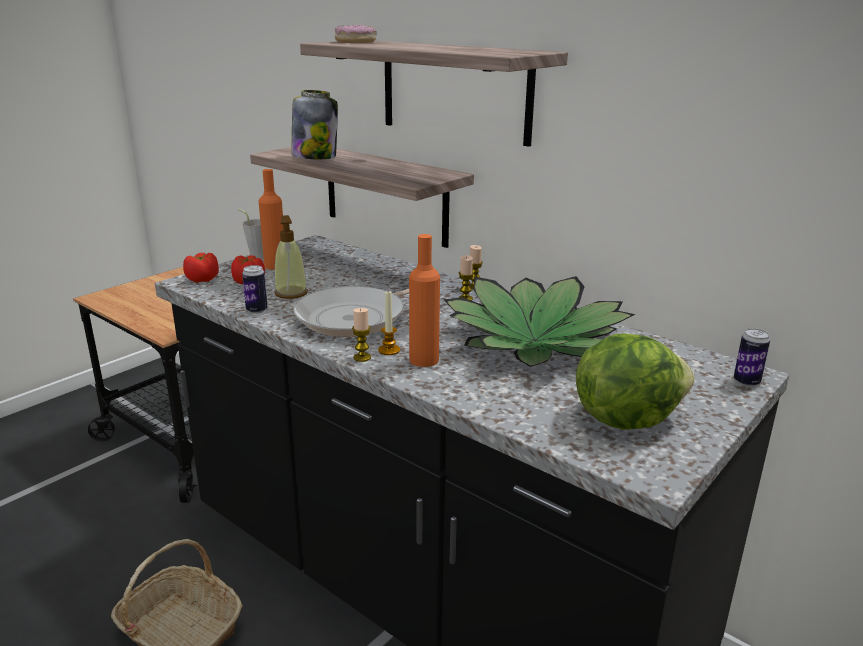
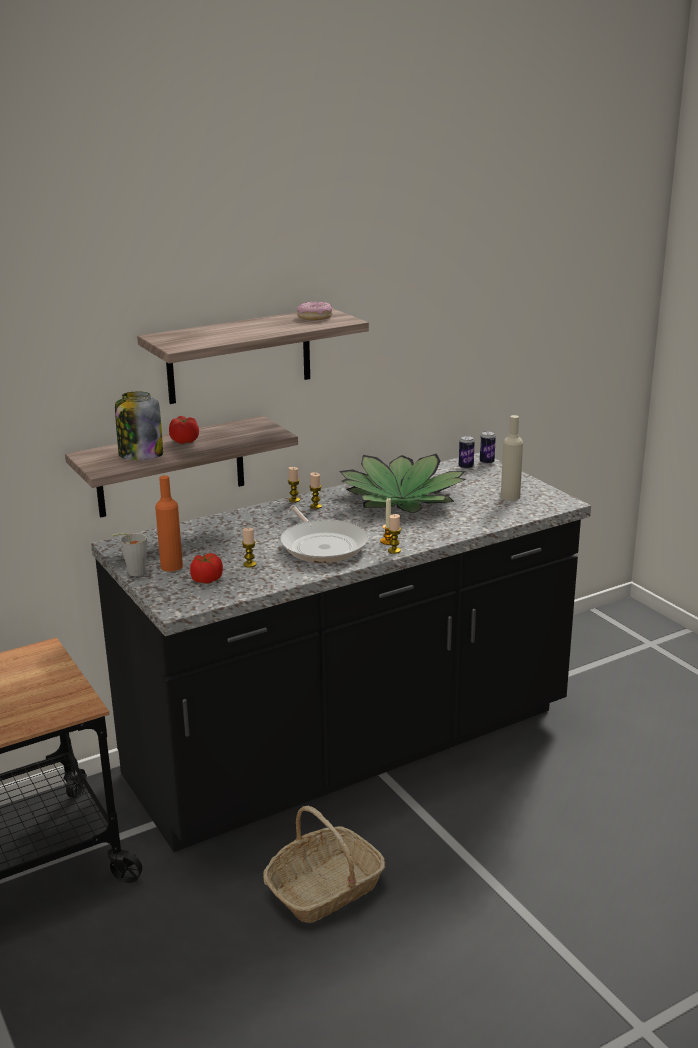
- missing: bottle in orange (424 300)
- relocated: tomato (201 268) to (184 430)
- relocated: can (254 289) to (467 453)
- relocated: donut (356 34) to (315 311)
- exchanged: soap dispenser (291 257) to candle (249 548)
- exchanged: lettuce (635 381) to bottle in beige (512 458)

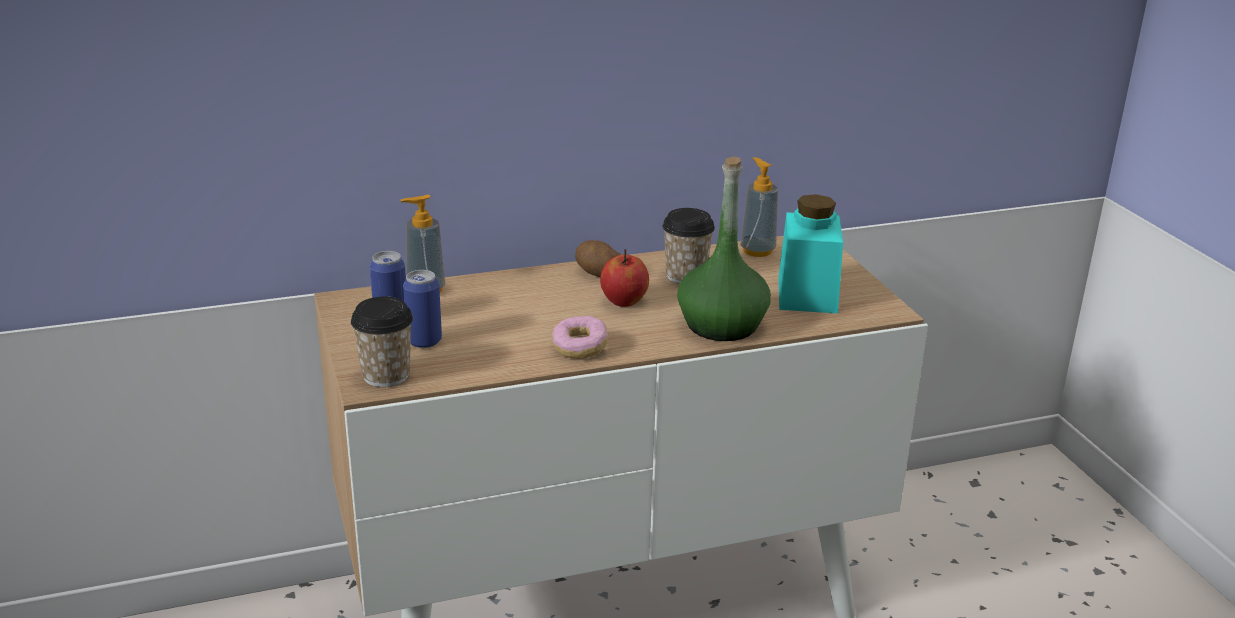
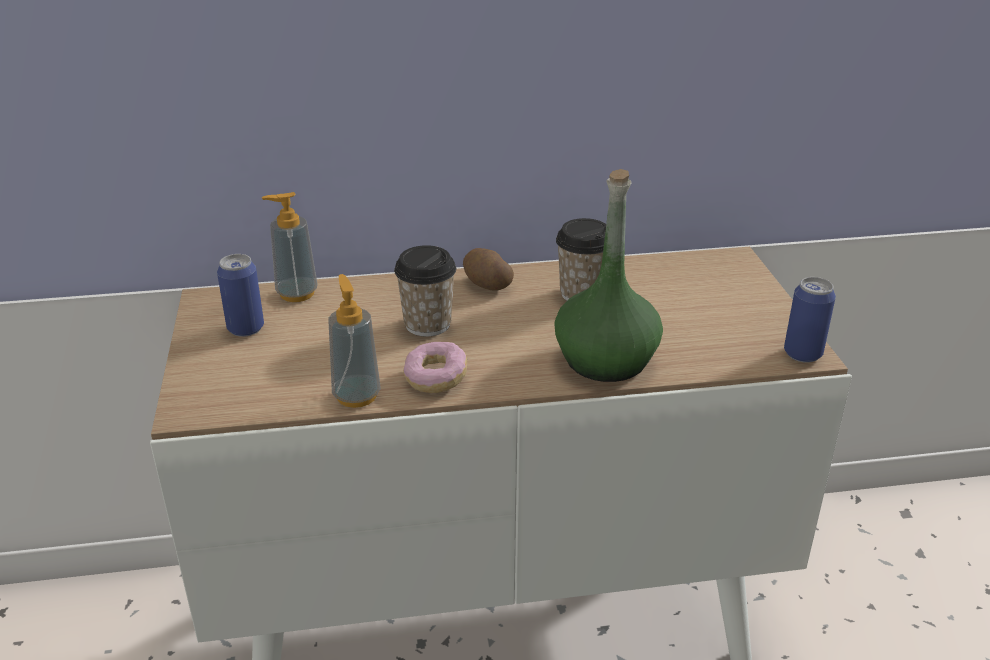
- missing: apple (624 278)
- missing: jar in turquoise (810 253)
- relocated: cup (382 341) to (425 291)
- relocated: can (422 309) to (810 320)
- relocated: soap dispenser (759 207) to (354 341)

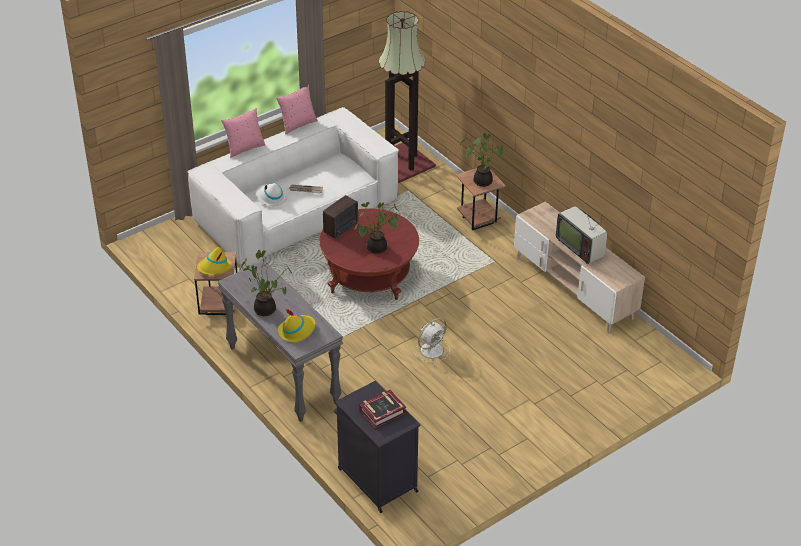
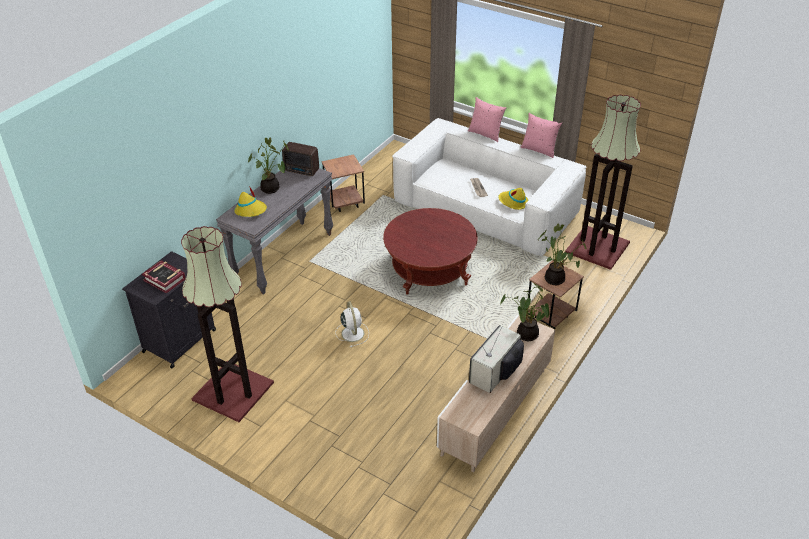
- missing: hat in white (272 194)
- appeared: floor lamp (227 324)
- relocated: hat in yellow (214 261) to (513 199)
- relocated: radio (340 217) to (300 159)
- relocated: potted plant (377 228) to (524 312)
- spun: fan in white (432 340) = (352 324) 135 degrees counterclockwise

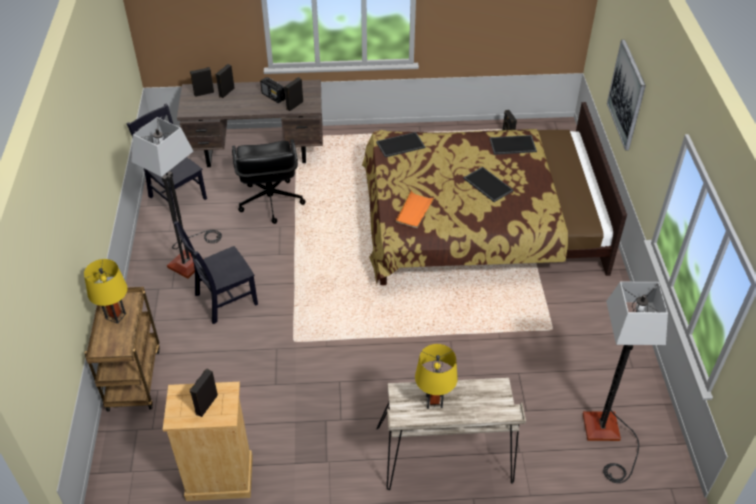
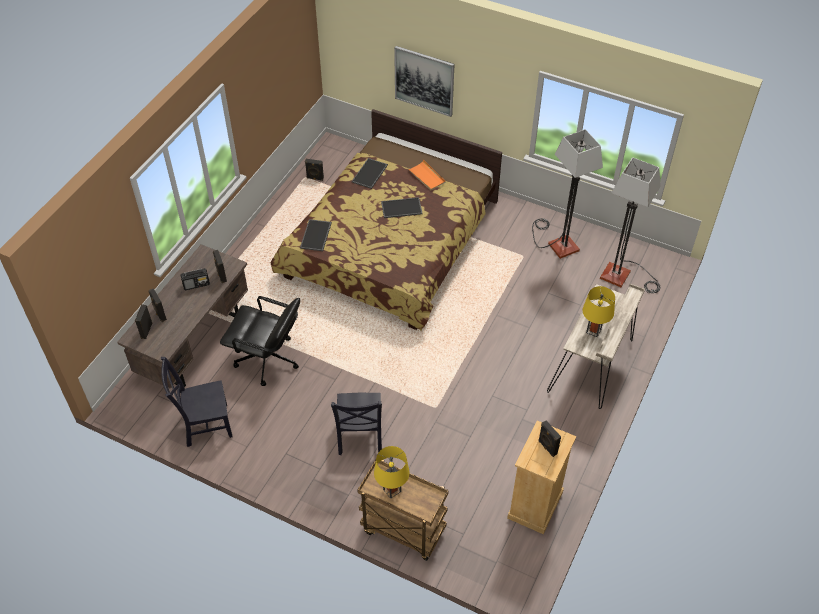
- relocated: floor lamp (176 198) to (567 194)
- relocated: tray in orange (415 209) to (426 175)

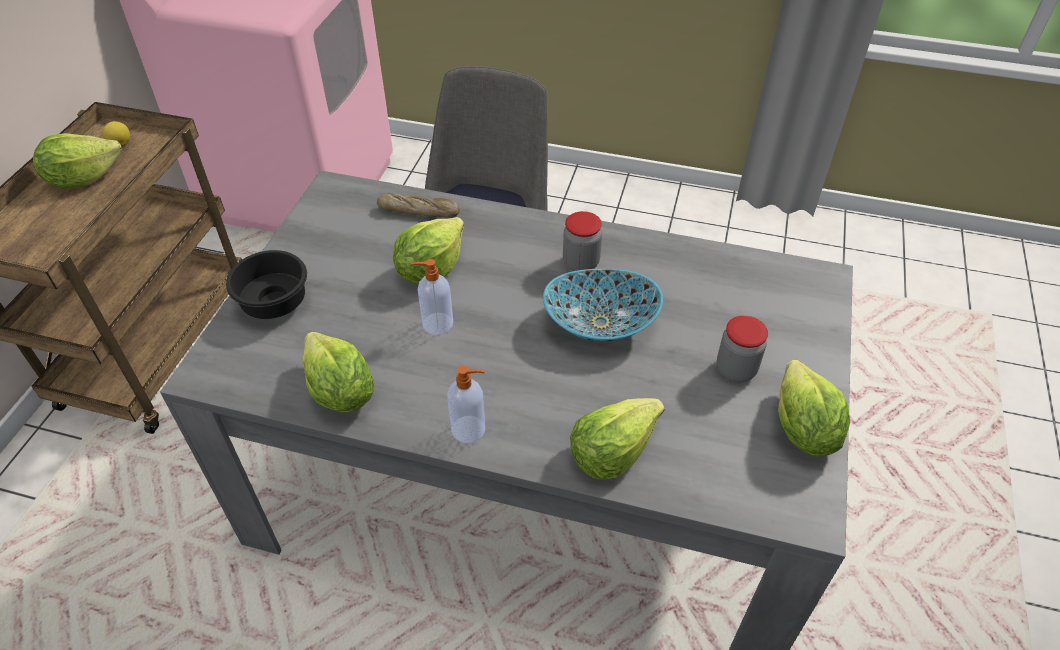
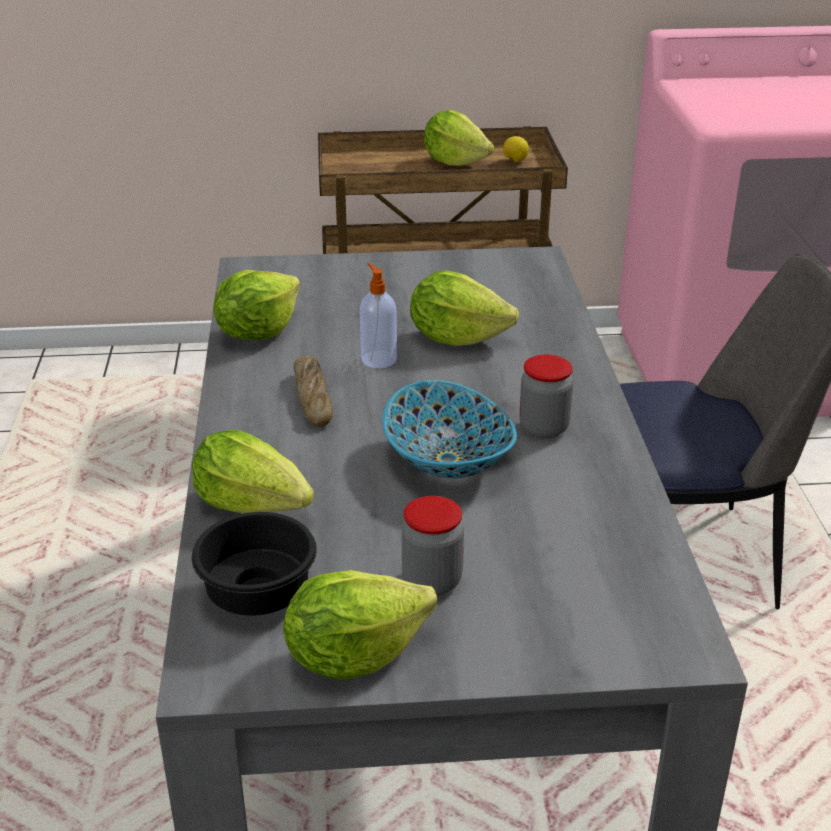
- missing: soap dispenser (466 404)
- relocated: bowl in black (266 284) to (254 564)
- relocated: bread (418 205) to (313 391)

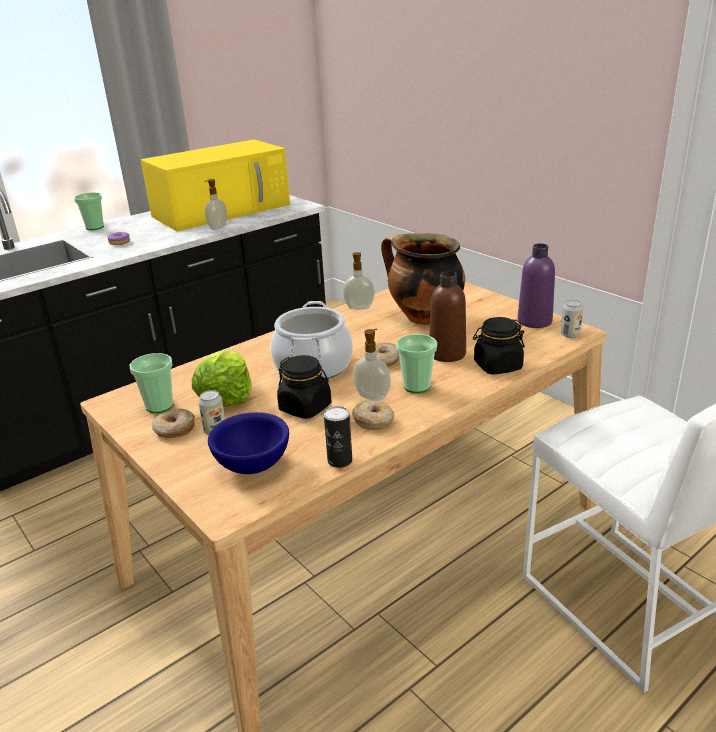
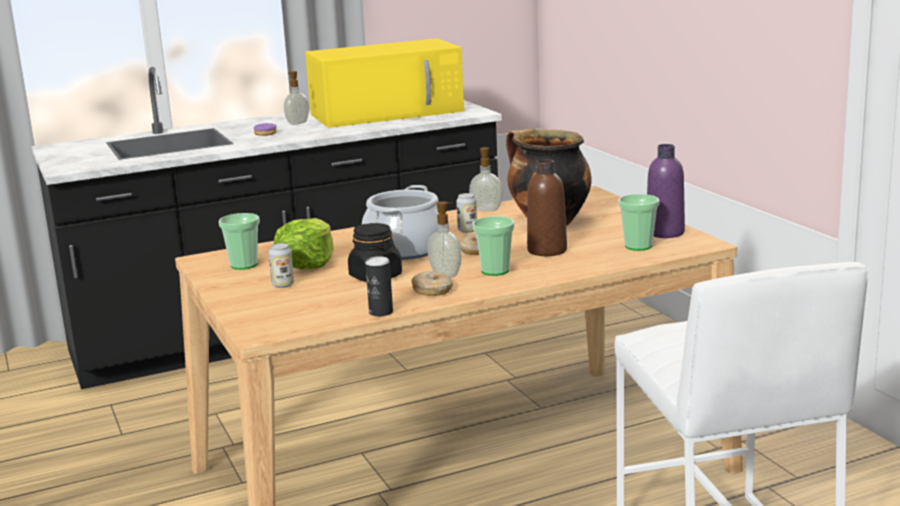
- missing: donut (173 423)
- missing: bowl in blue (248 443)
- missing: jar in black (499 346)
- relocated: cup (89 211) to (638 222)
- relocated: soap dispenser (215 204) to (296 98)
- relocated: can (572 319) to (466 213)

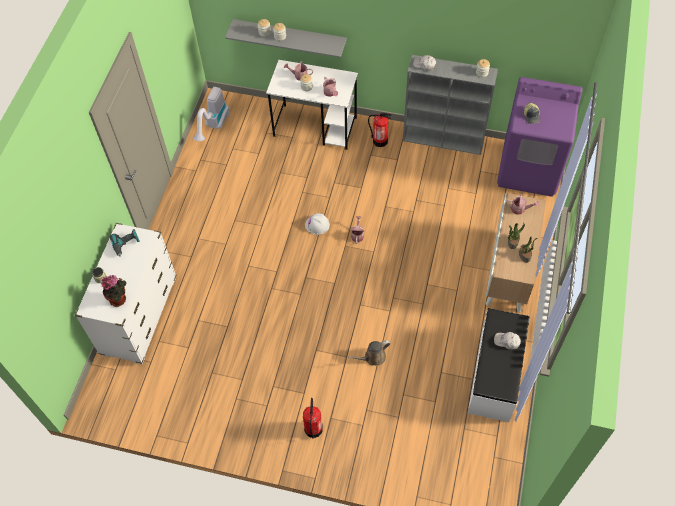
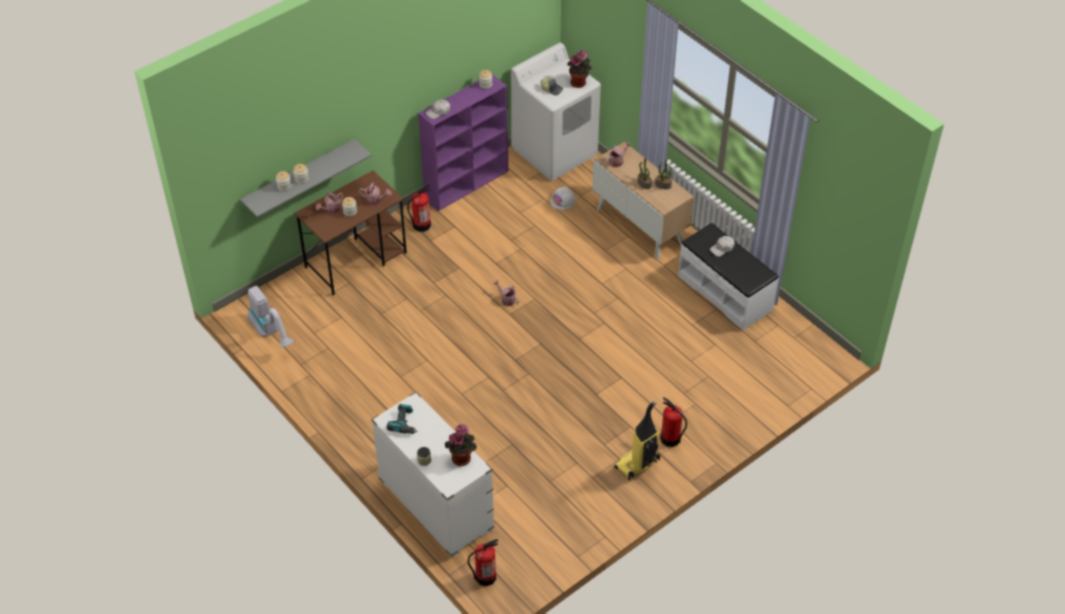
- missing: watering can in brown (369 353)
- appeared: fire extinguisher (483 562)
- appeared: potted plant (579 69)
- appeared: vacuum cleaner (637 440)
- relocated: hard hat in white (317 224) to (563 198)
- colour: desk in white (312 105) to desk in brown (350 233)
- colour: bookcase in grey (450 105) to bookcase in purple (463 142)
- colour: washing machine in purple (540 137) to washing machine in white (556 112)

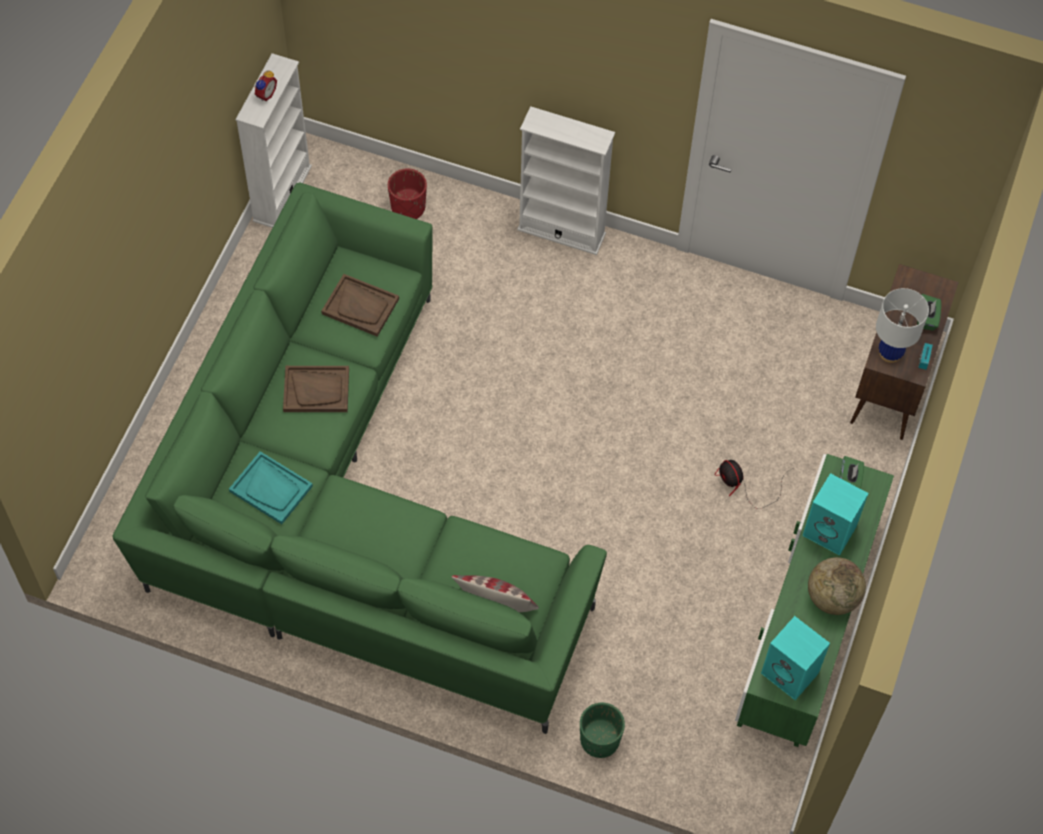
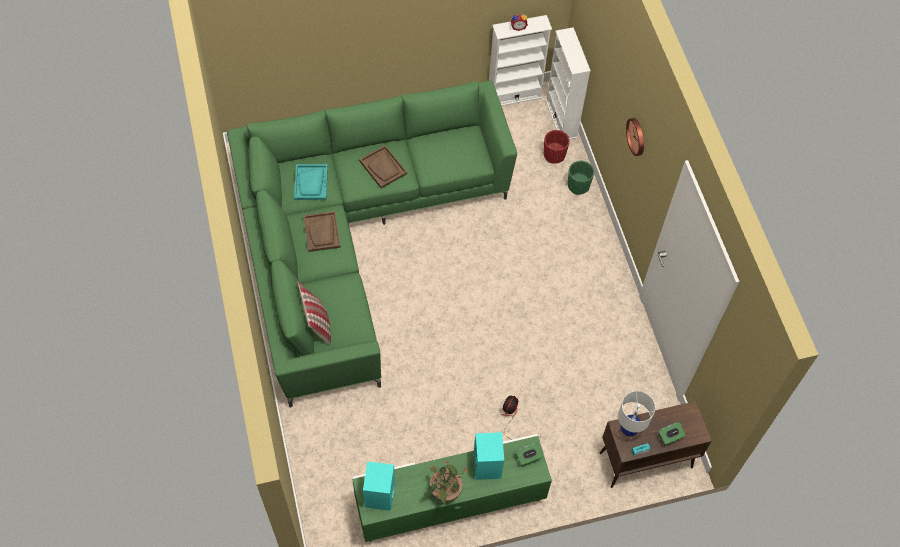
- appeared: wall clock (635 137)
- relocated: tray in brown (360 305) to (322 231)
- relocated: bookcase in white (566 180) to (568 83)
- relocated: planter in green (602 730) to (581 177)
- exchanged: globe (837 586) to potted plant (445 482)

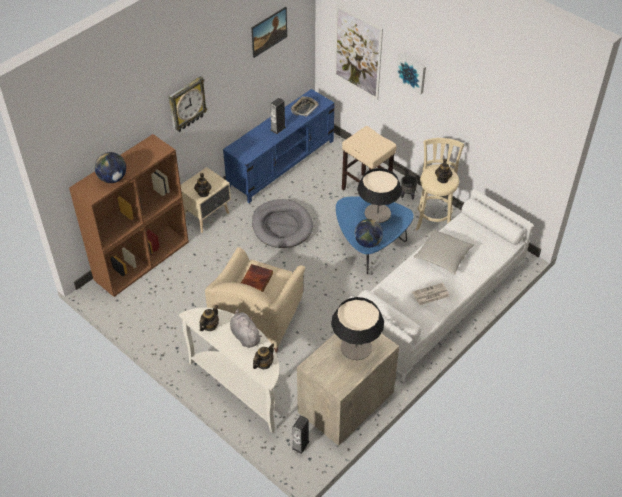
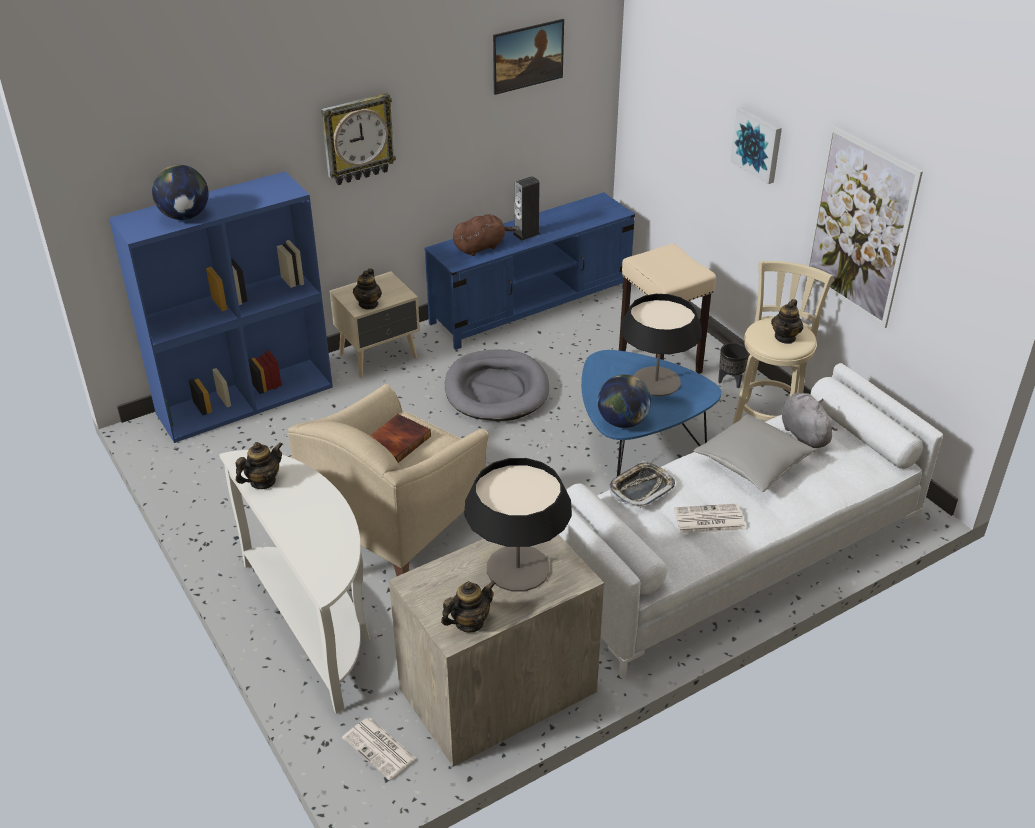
- appeared: plush toy in brown (485 235)
- relocated: plush toy in grey (246 328) to (810 420)
- relocated: teapot (263 356) to (468 606)
- relocated: tray (305 106) to (642 484)
- relocated: picture (358 52) to (864 226)
- exchanged: speaker (301 434) to newspaper (379 749)
- colour: bookcase in brown (129 215) to bookcase in blue (221 307)

